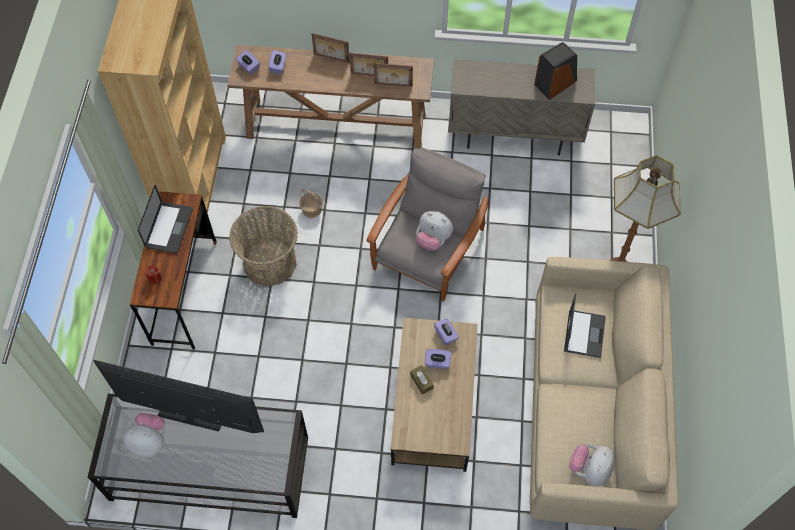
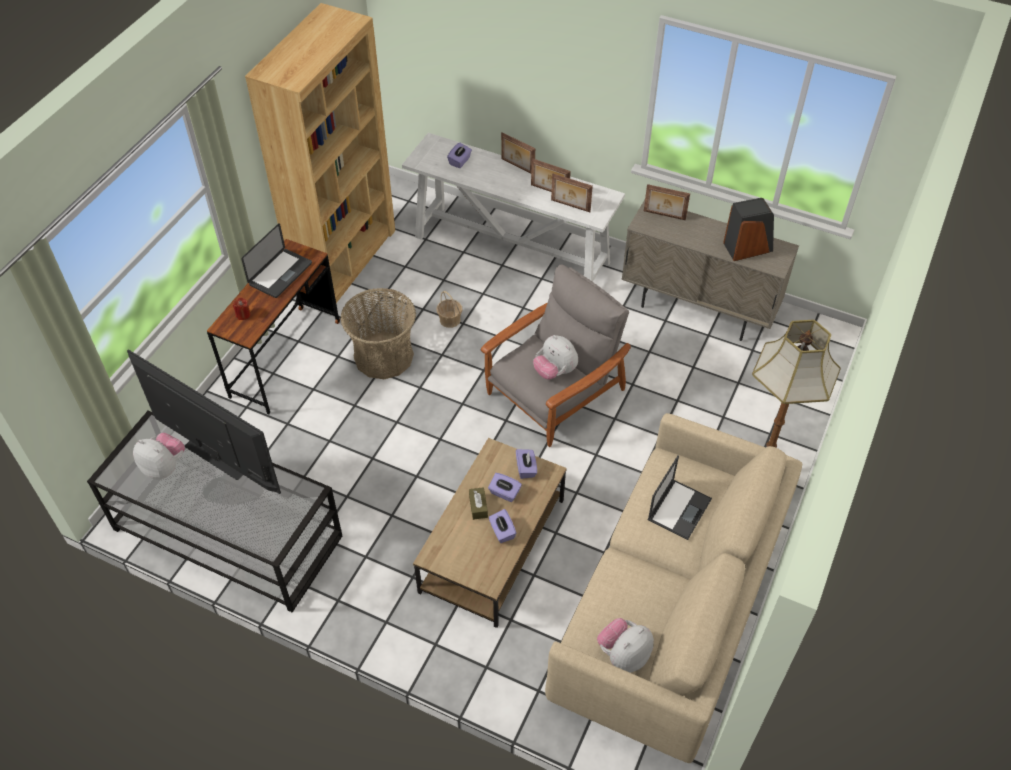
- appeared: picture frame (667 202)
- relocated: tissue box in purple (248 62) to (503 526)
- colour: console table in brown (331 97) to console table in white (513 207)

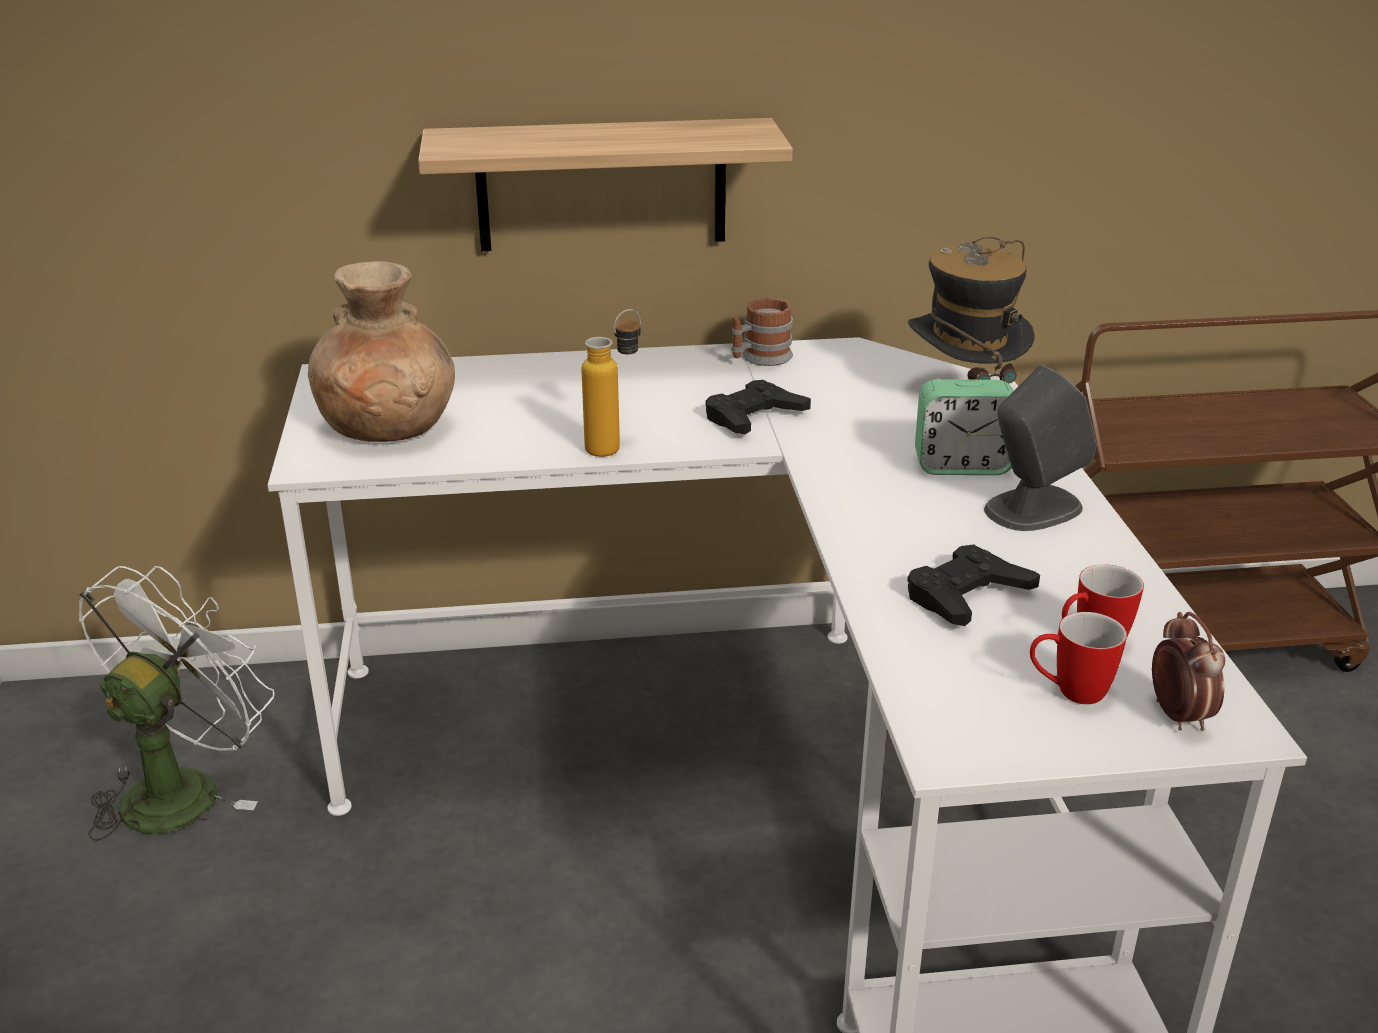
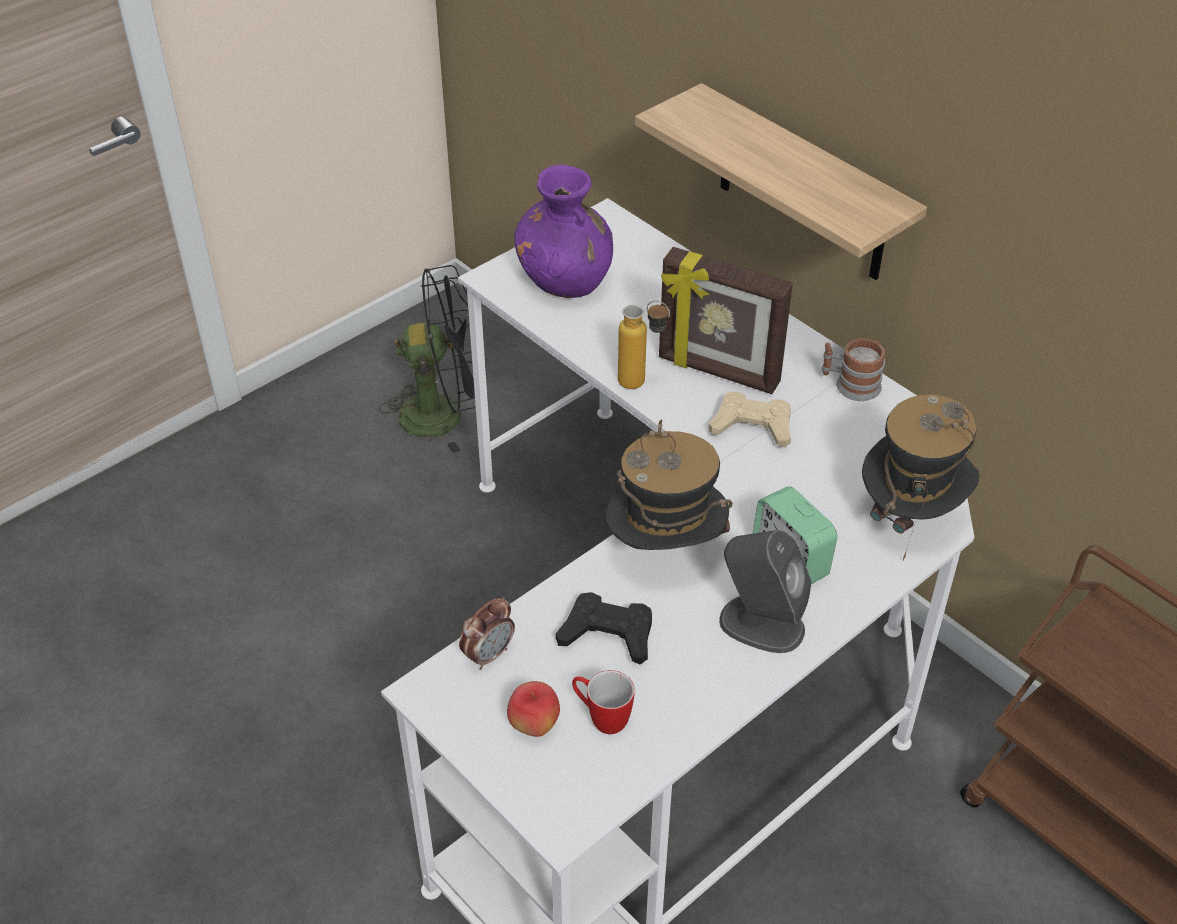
- appeared: hat (669 485)
- appeared: picture frame (726 320)
- relocated: alarm clock (1188 671) to (487 633)
- exchanged: mug (1078 658) to apple (533 709)
- colour: fan in white (177 703) to fan in black (432 359)
- colour: vase in brown (381 351) to vase in purple (563 231)
- colour: game controller in black (758 407) to game controller in beige (749 420)

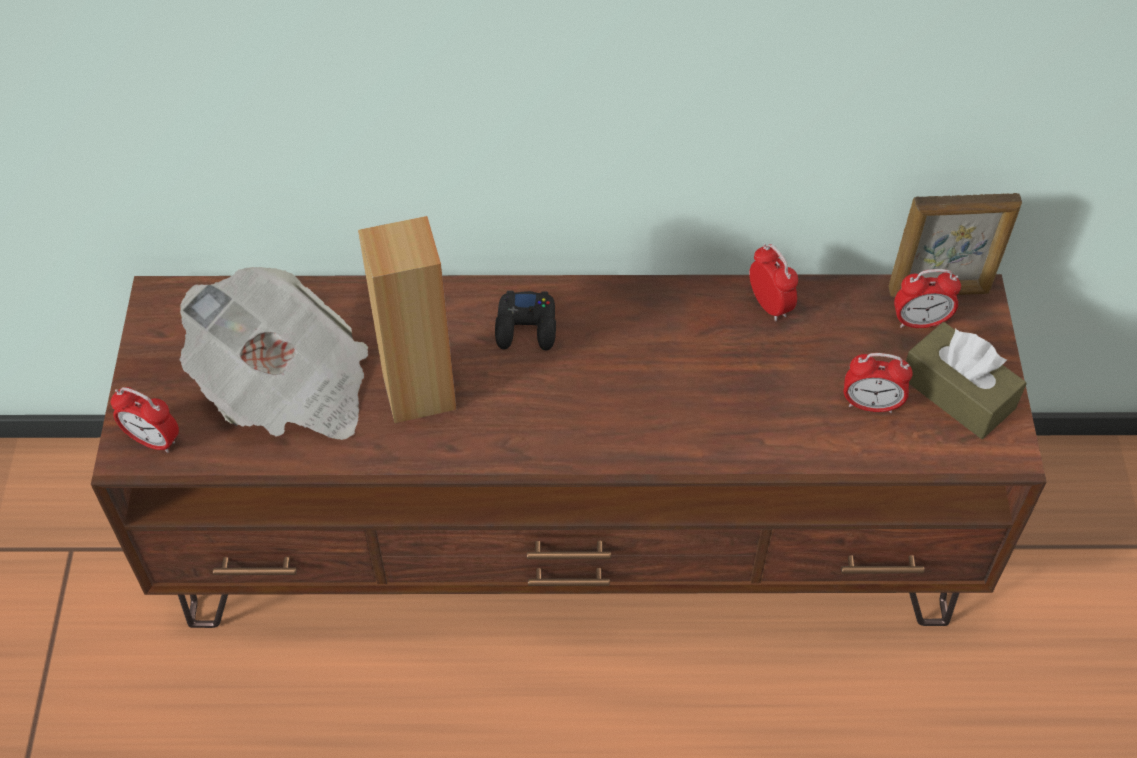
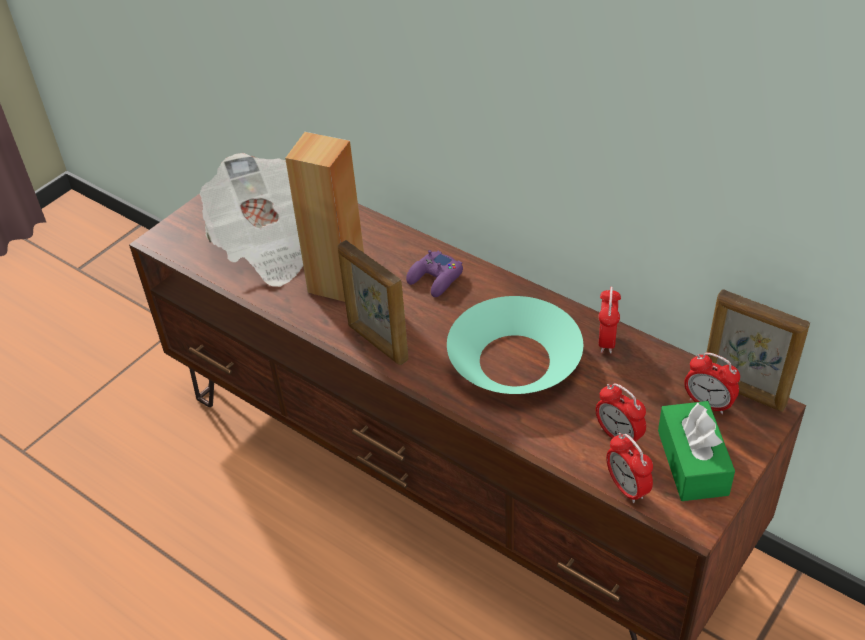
- appeared: picture frame (373 302)
- appeared: bowl in turquoise (515 345)
- relocated: alarm clock (145 420) to (629 468)
- colour: game controller in black (525 320) to game controller in purple (434 273)
- colour: tissue box in brown (966 380) to tissue box in green (696 451)

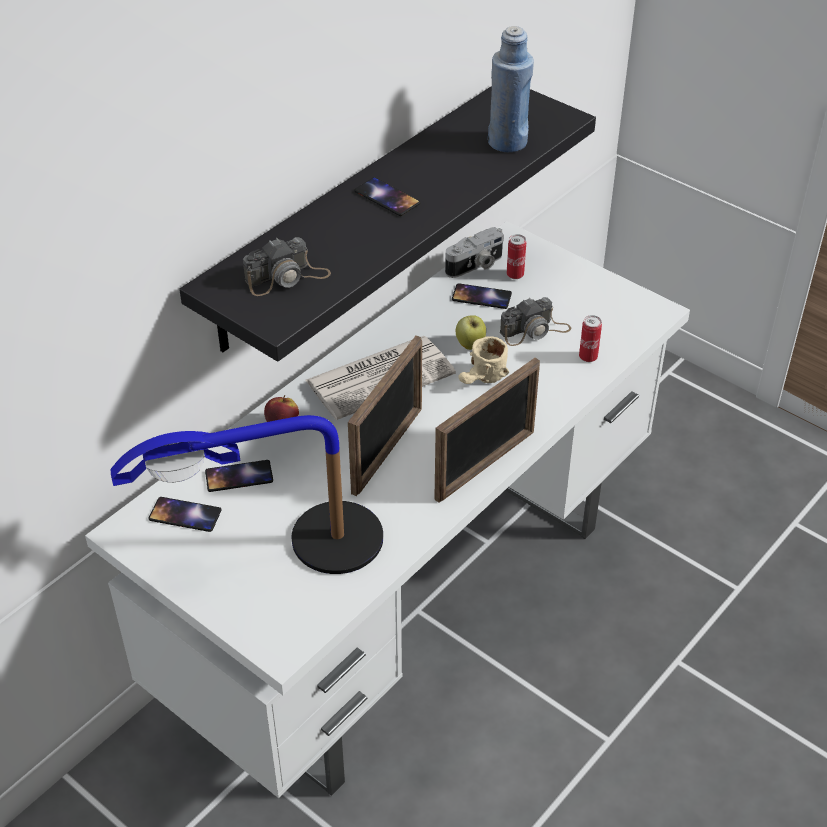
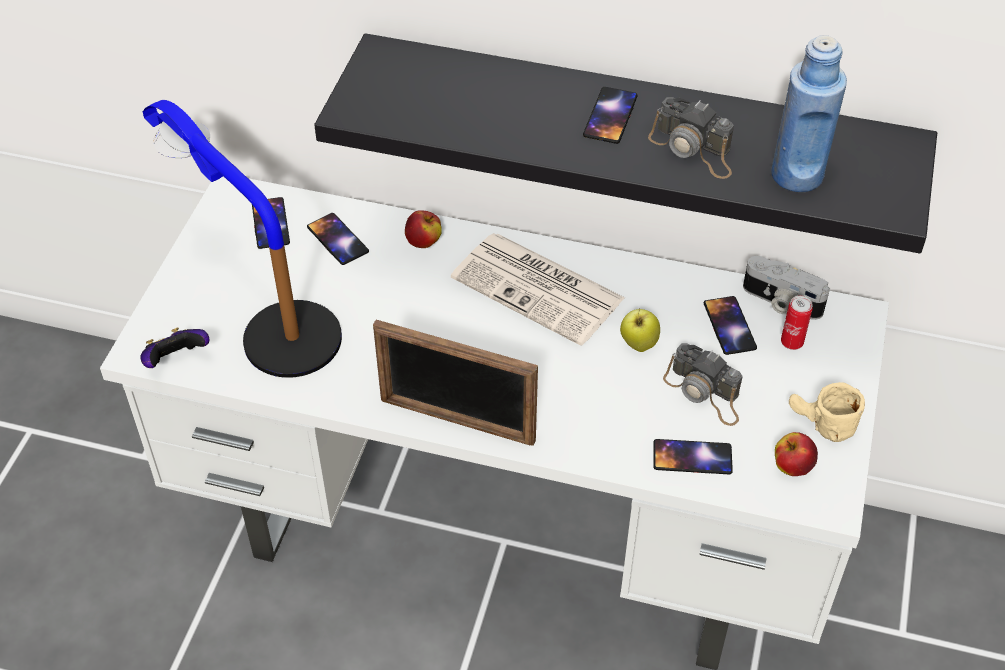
- missing: picture frame (385 415)
- appeared: game controller (174 347)
- appeared: apple (796 454)
- relocated: photo camera (287 266) to (691 138)
- relocated: mug in beige (483 360) to (827 412)
- exchanged: can (590 338) to phone (693 456)

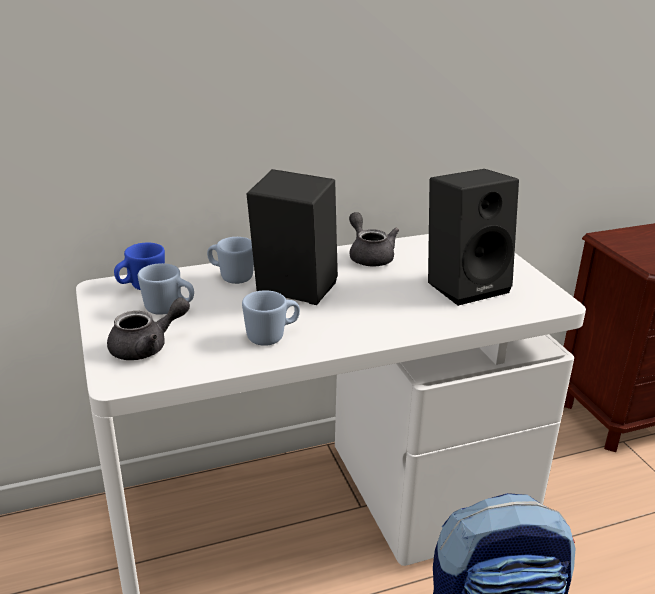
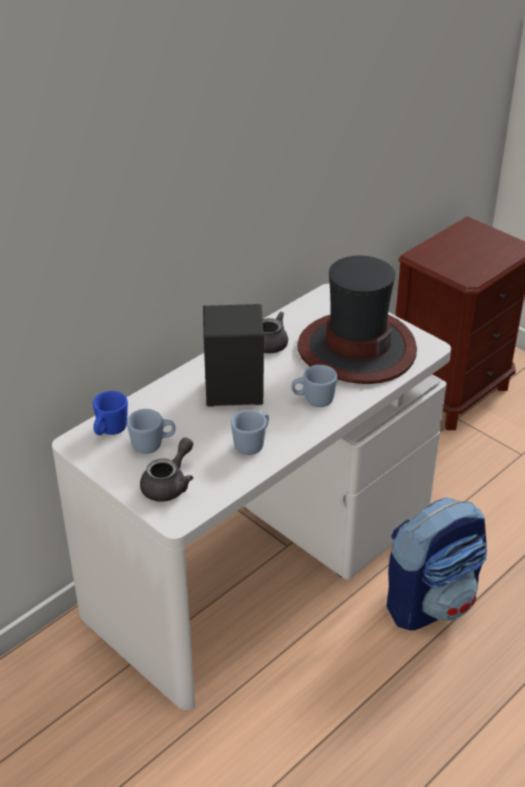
- relocated: mug in blue (230 260) to (314 386)
- exchanged: speaker in black (473 237) to hat (357 320)

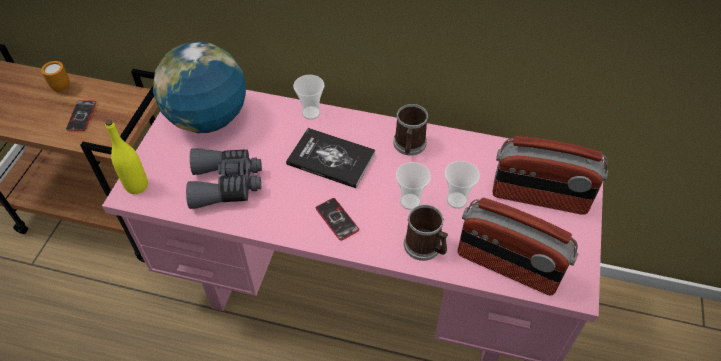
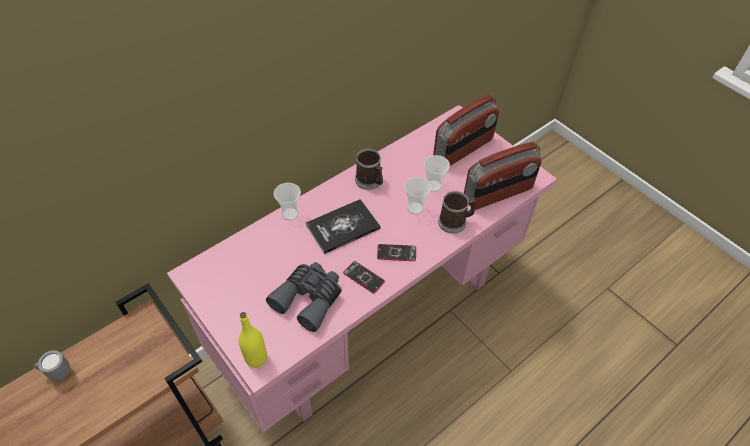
- missing: globe (199 87)
- relocated: phone (81 115) to (364 277)
- colour: mug in orange (55 76) to mug in grey (52 365)

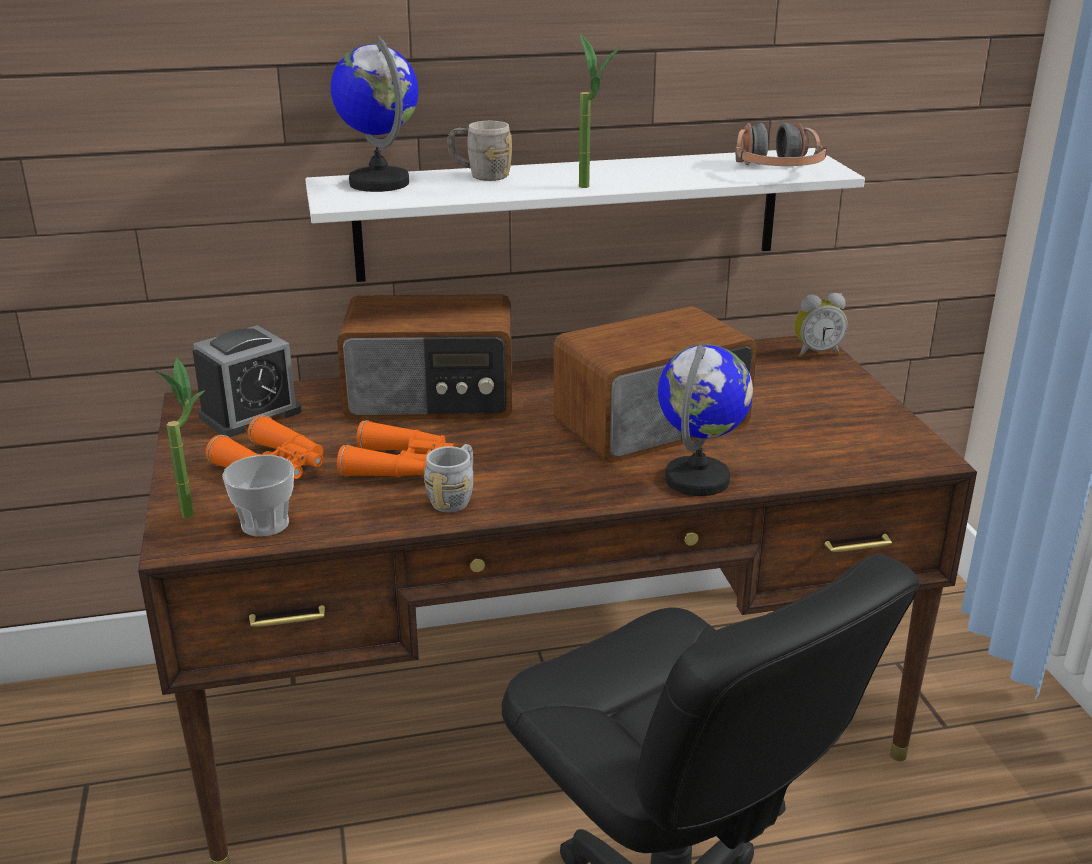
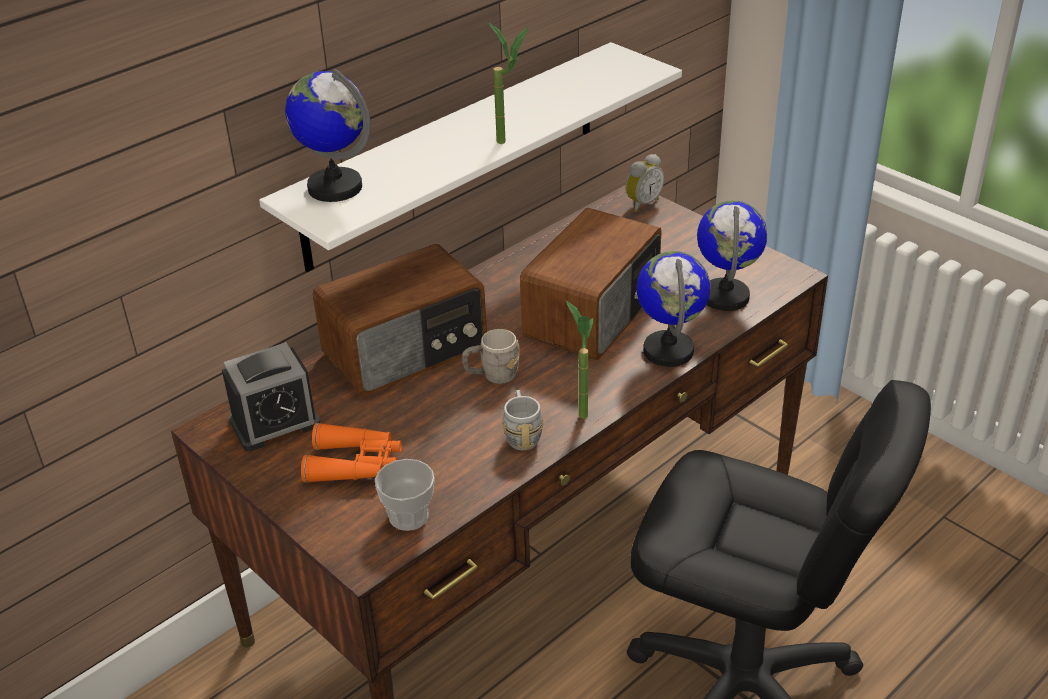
- missing: binoculars in orange (396 448)
- missing: headphones (781 144)
- appeared: globe (732 255)
- relocated: potted plant (180 438) to (579 359)
- relocated: mug in grey (480 151) to (491 356)
- spun: alarm clock (247 381) = (271 397) 45 degrees clockwise

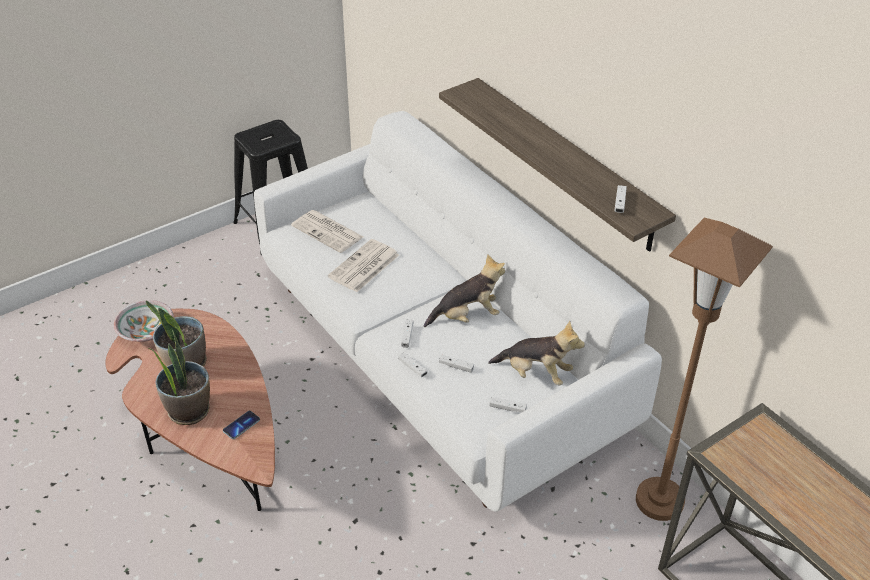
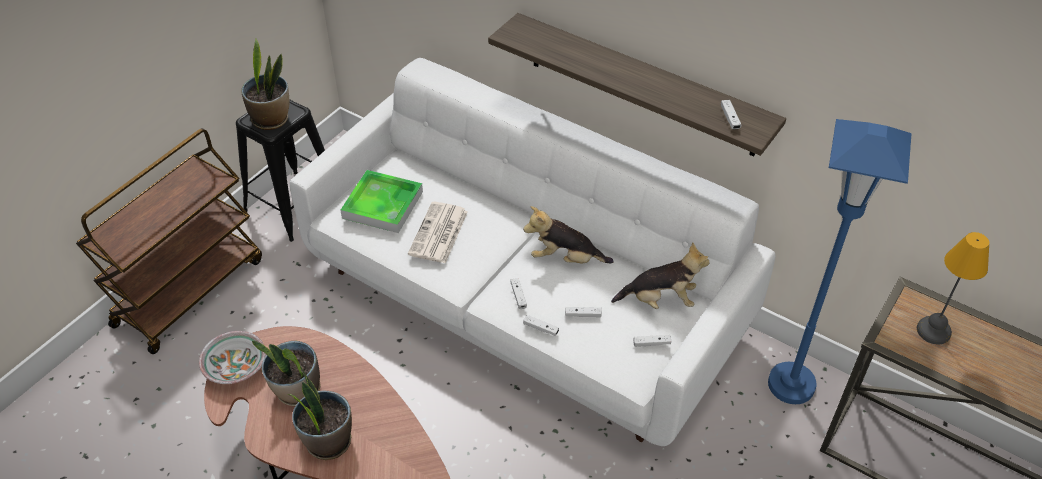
- missing: phone (241 425)
- appeared: cart in brown (169 241)
- appeared: potted plant (265 84)
- appeared: table lamp (953 288)
- exchanged: newspaper (327 231) to tray (381 201)
- colour: floor lamp in brown (704 369) to floor lamp in blue (840 261)
- spun: plush toy (464 290) = (568 235) 135 degrees counterclockwise

